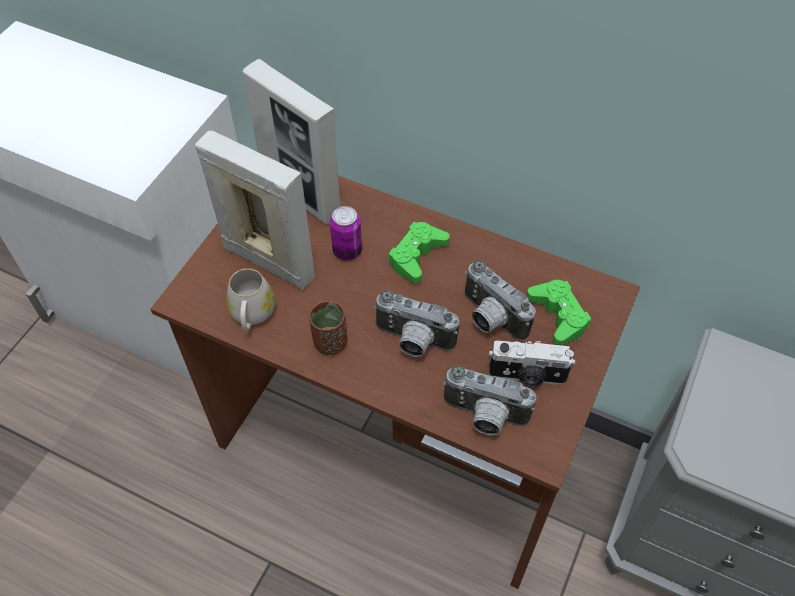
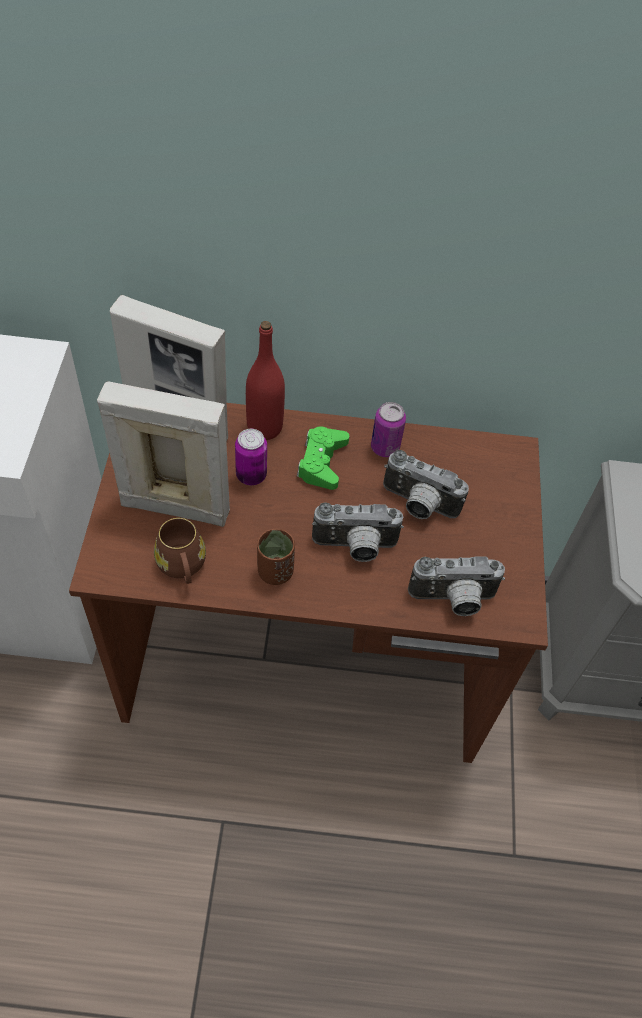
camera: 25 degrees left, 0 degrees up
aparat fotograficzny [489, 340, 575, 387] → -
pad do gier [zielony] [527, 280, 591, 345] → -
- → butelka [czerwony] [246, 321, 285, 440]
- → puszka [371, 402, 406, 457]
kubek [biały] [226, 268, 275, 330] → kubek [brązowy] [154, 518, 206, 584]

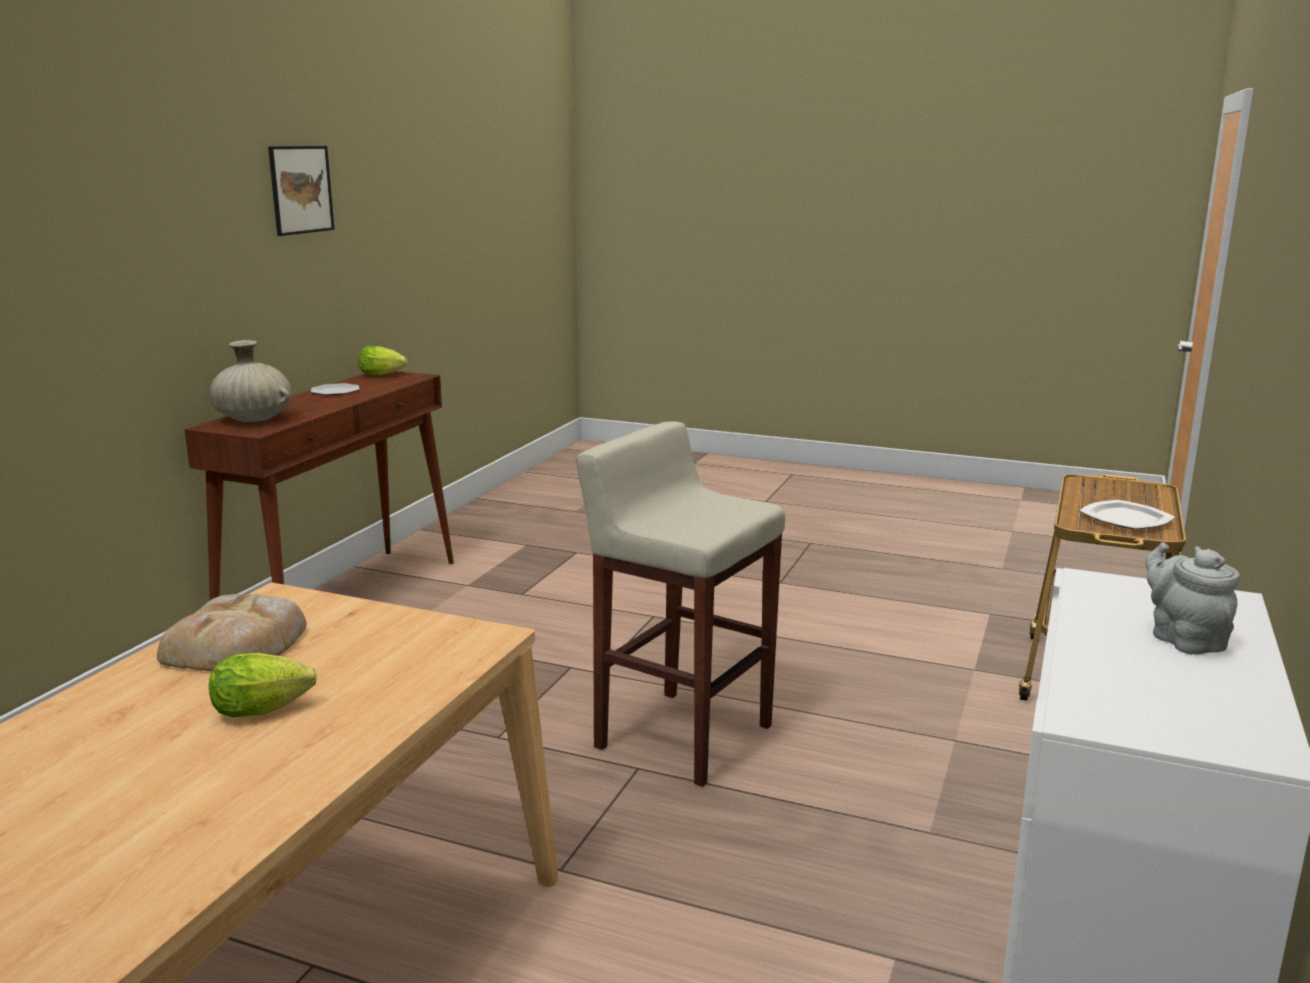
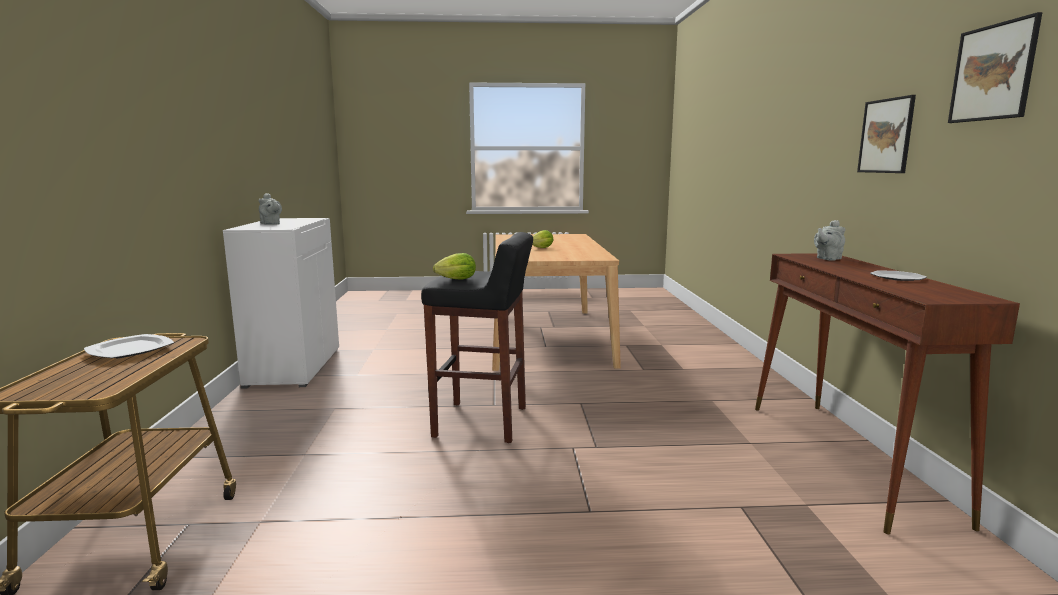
camera: 155 degrees right, 5 degrees down
chleb [157, 594, 307, 671] → -
- → obraz [857, 95, 916, 173]
sałata [358, 346, 407, 376] → sałata [433, 253, 476, 279], relocated
wazon [beżowy] [210, 340, 292, 422] → imbryk [szary] [814, 220, 846, 261]
stołek [beżowy] [576, 421, 785, 787] → stołek [czarny] [421, 232, 533, 443]

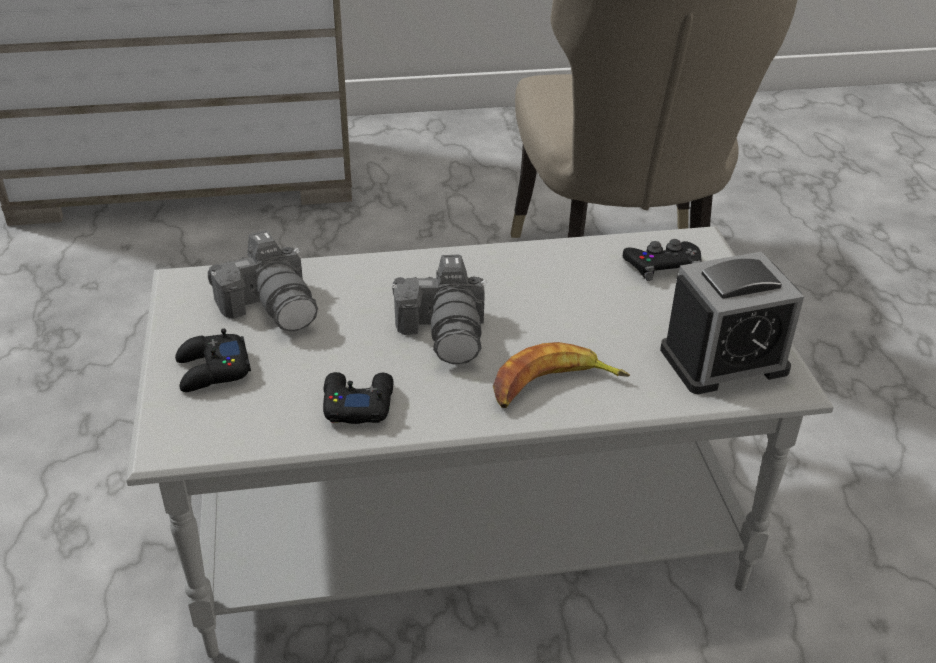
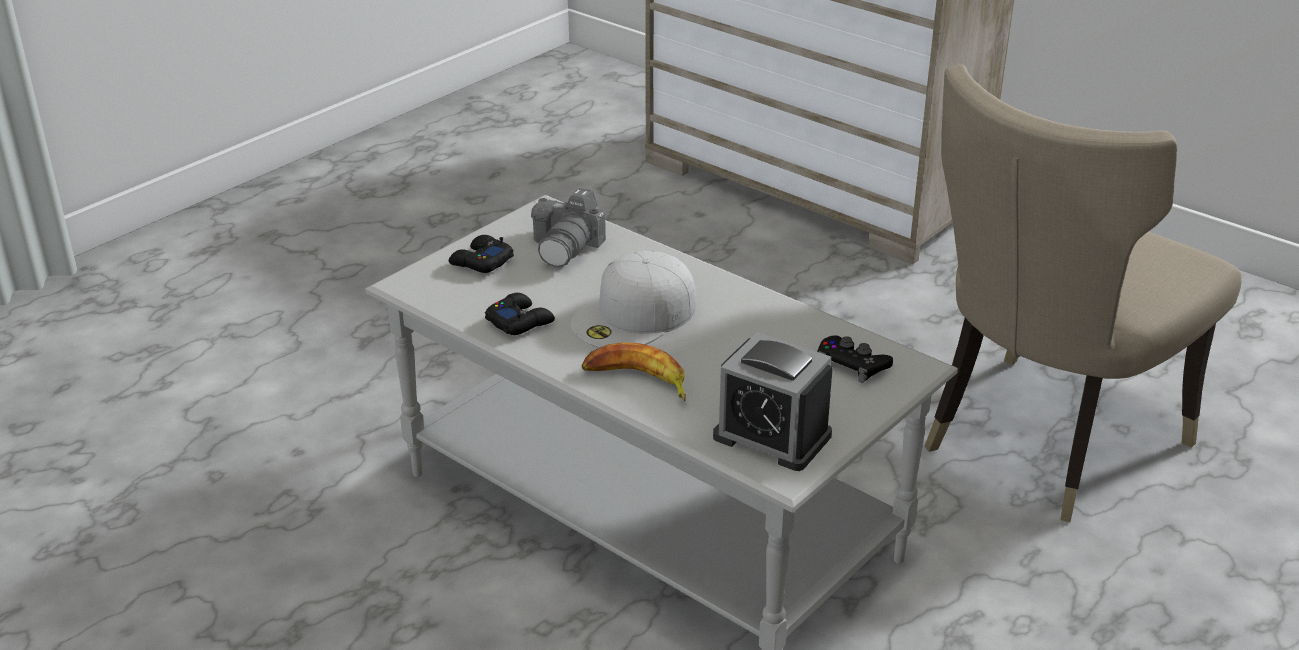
camera: 50 degrees right, 5 degrees down
aparat fotograficzny [392, 255, 487, 364] → czapka z daszkiem [biały] [571, 251, 697, 348]

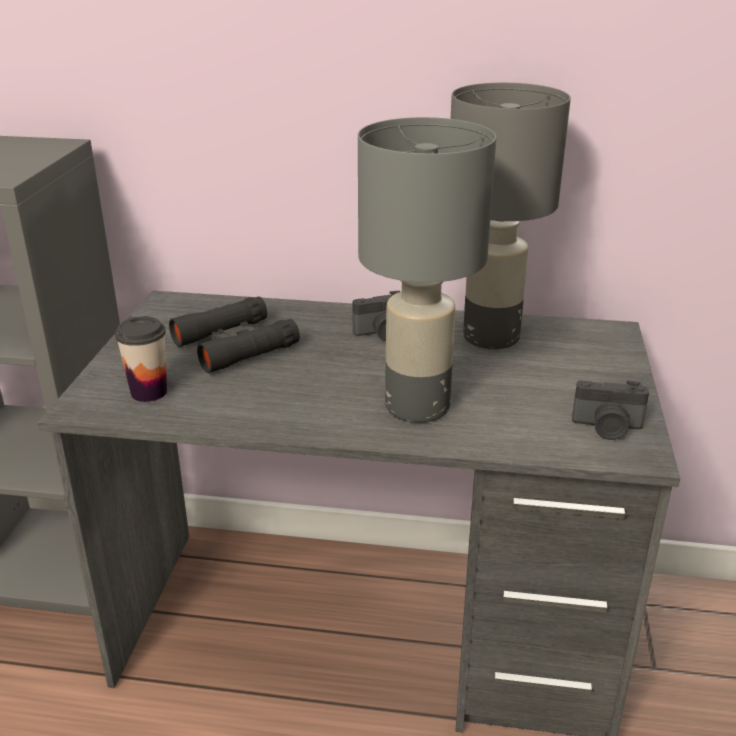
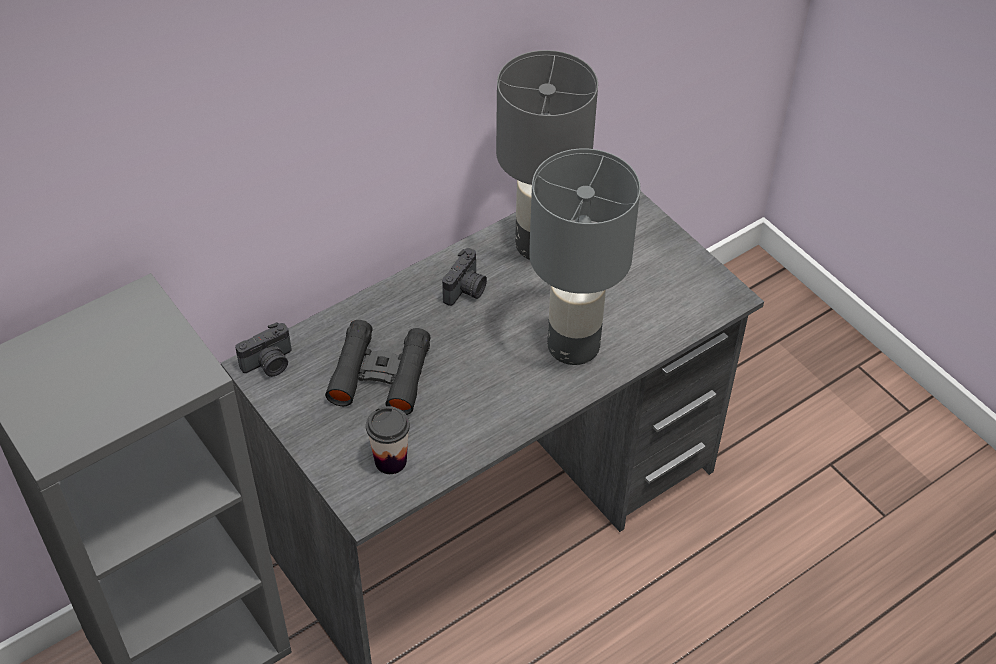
camera: 45 degrees left, 20 degrees up
aparat fotograficzny [572, 380, 649, 440] → aparat fotograficzny [235, 322, 292, 377], relocated

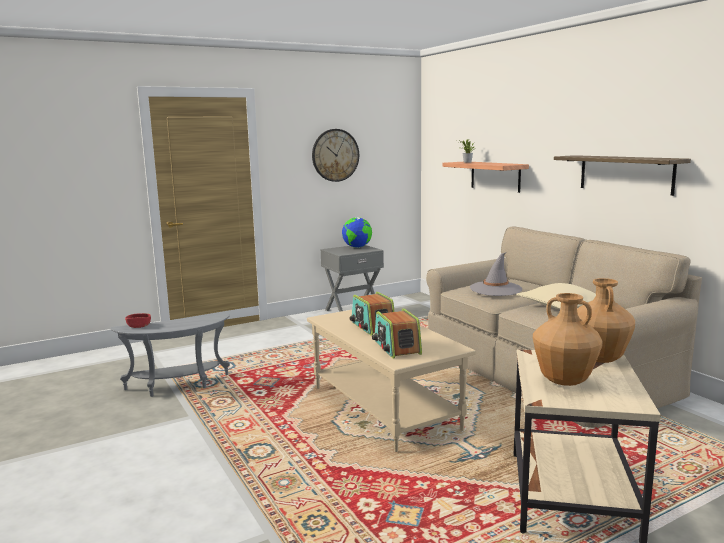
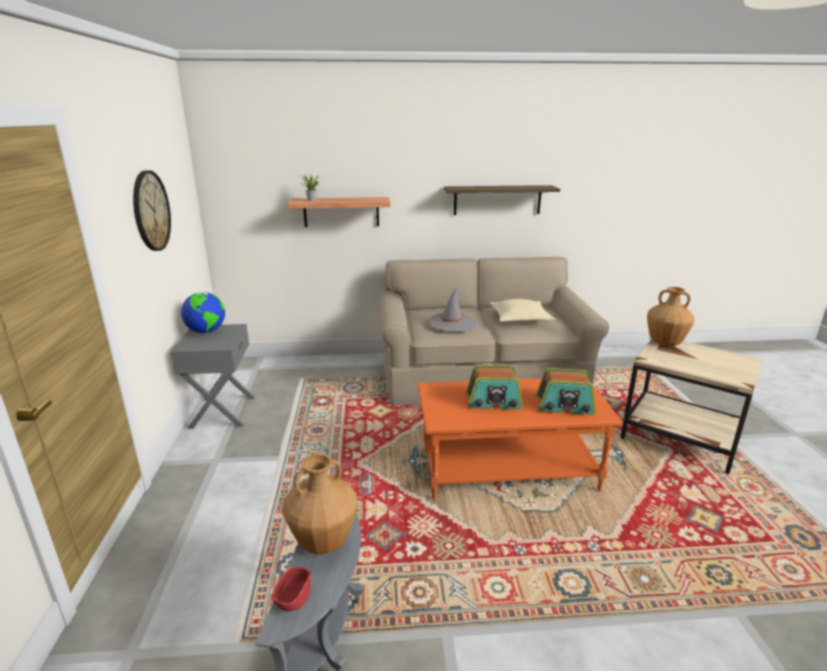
camera: 65 degrees left, 10 degrees up
wazon [brązowy] [533, 293, 603, 386] → wazon [brązowy] [282, 454, 357, 554], relocated
ława [beżowy] [307, 310, 476, 452] → ława [pomarańczowy] [418, 378, 623, 500]

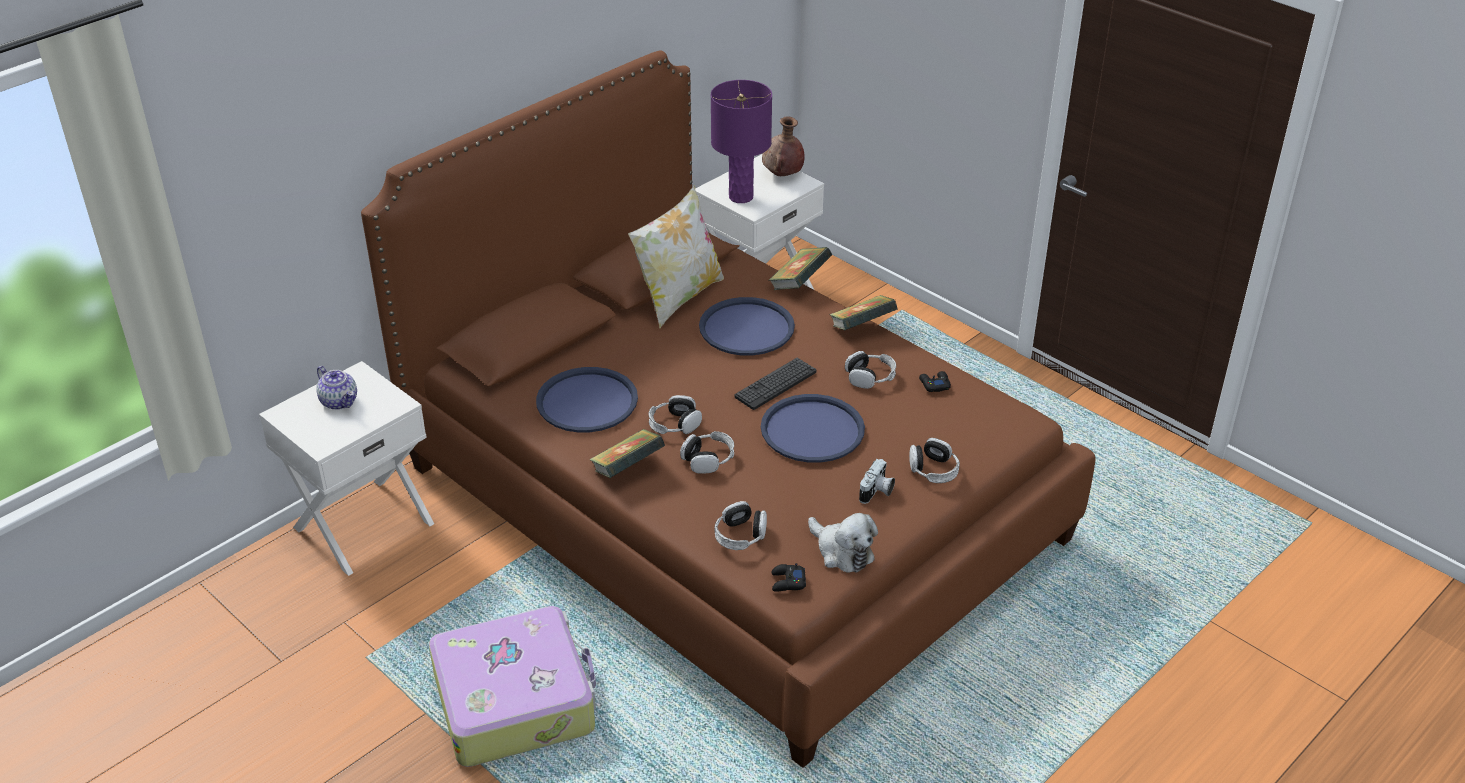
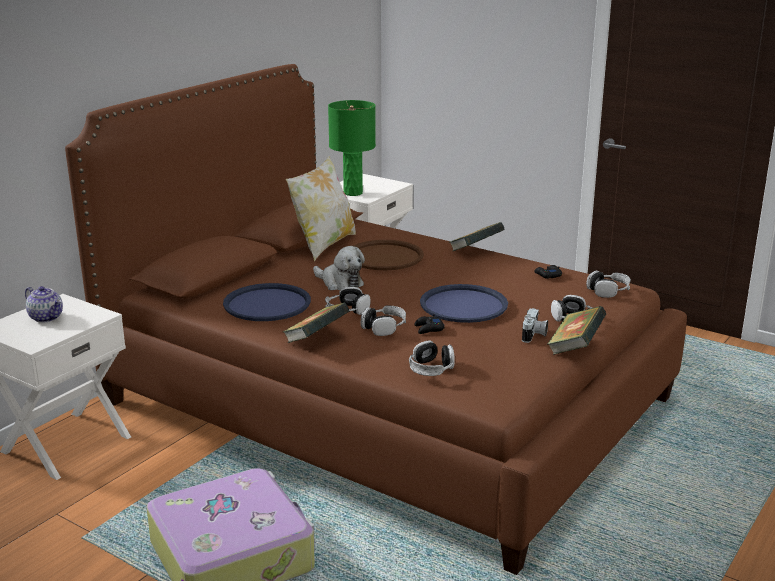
camera: 10 degrees left, 15 degrees down
klawiatura [735, 358, 816, 410] → -
wazon [brązowy] [762, 116, 805, 176] → -
książka [768, 247, 832, 290] → książka [547, 306, 606, 355], relocated
pad do gier [czarny] [772, 563, 806, 592] → pad do gier [czarny] [414, 314, 445, 334], relocated
pluszak [808, 513, 878, 573] → pluszak [313, 246, 365, 291], relocated
słuchawki [845, 351, 896, 389] → słuchawki [586, 271, 631, 298], relocated
taca [niebieski] [699, 297, 795, 355] → taca [brązowy] [353, 240, 424, 270]
lampa stołowa [fioletowy] [711, 80, 772, 203] → lampa stołowa [zielony] [328, 100, 376, 196]

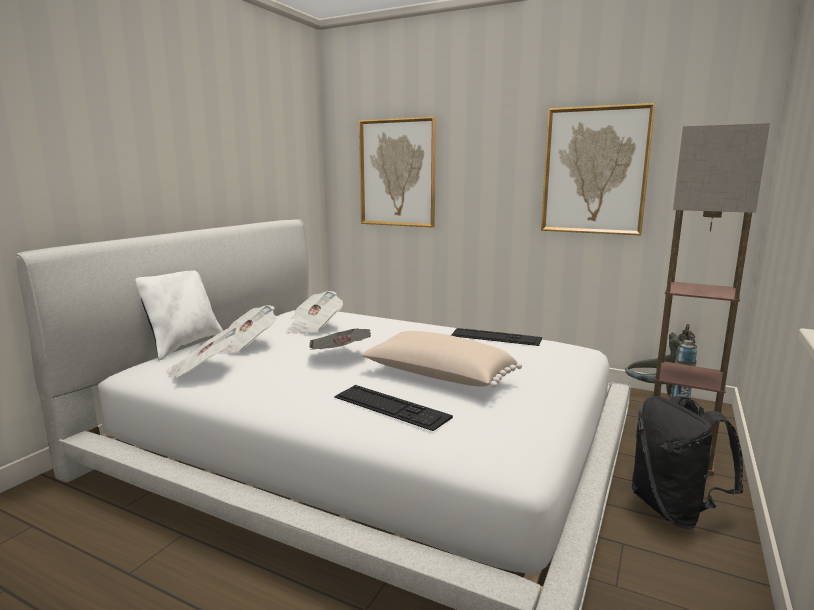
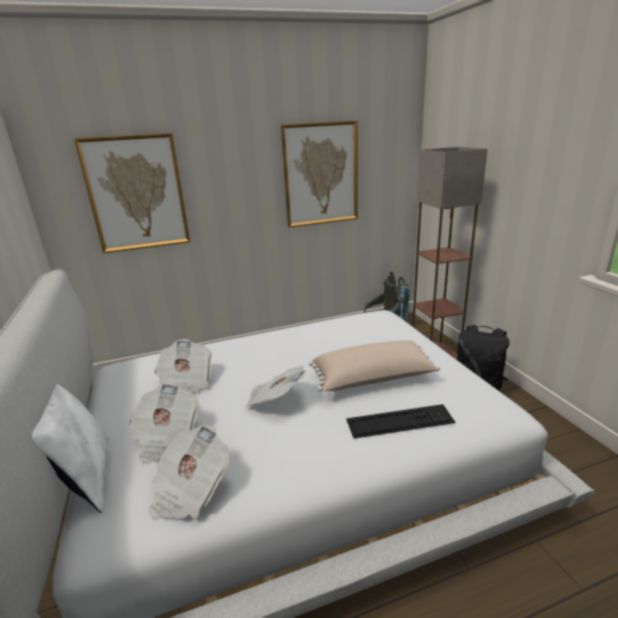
camera: 45 degrees left, 10 degrees up
klawiatura [451, 328, 542, 346] → -

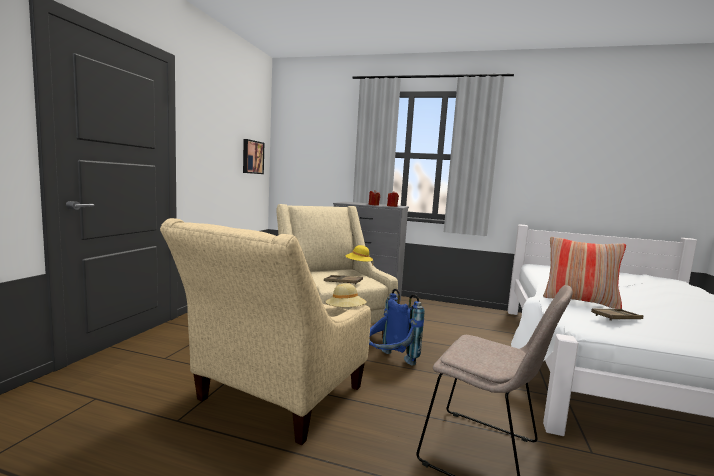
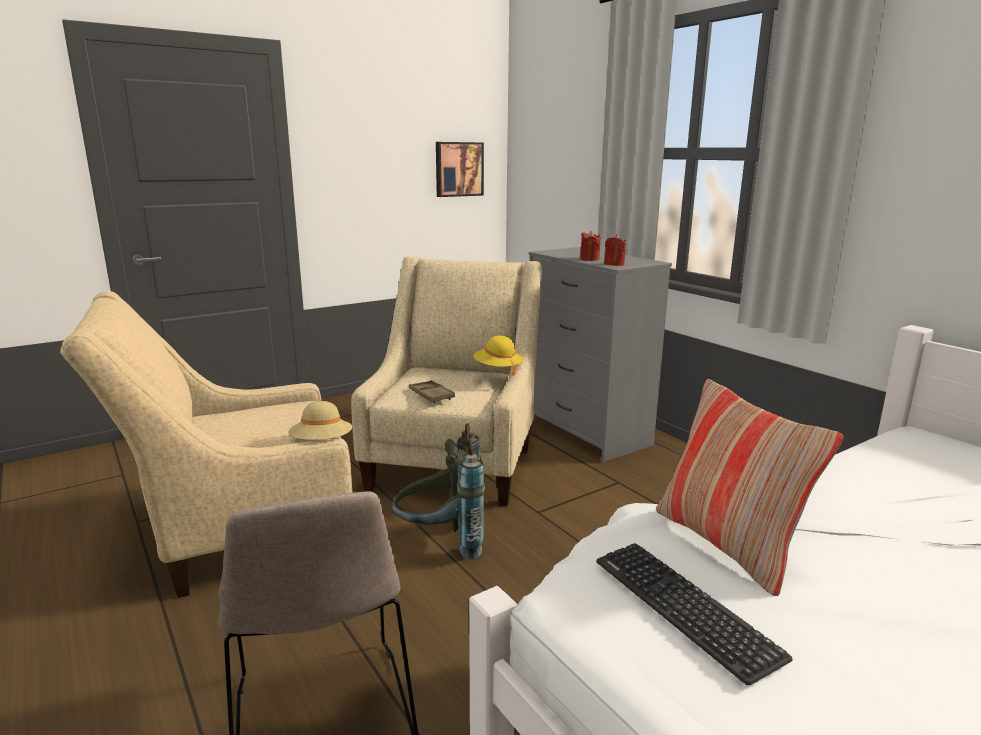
camera: 40 degrees right, 10 degrees up
taca [brązowy] [591, 308, 643, 321] → klawiatura [596, 543, 792, 685]
plecak [niebieski] [369, 289, 424, 365] → plecak [szary] [392, 423, 485, 559]

